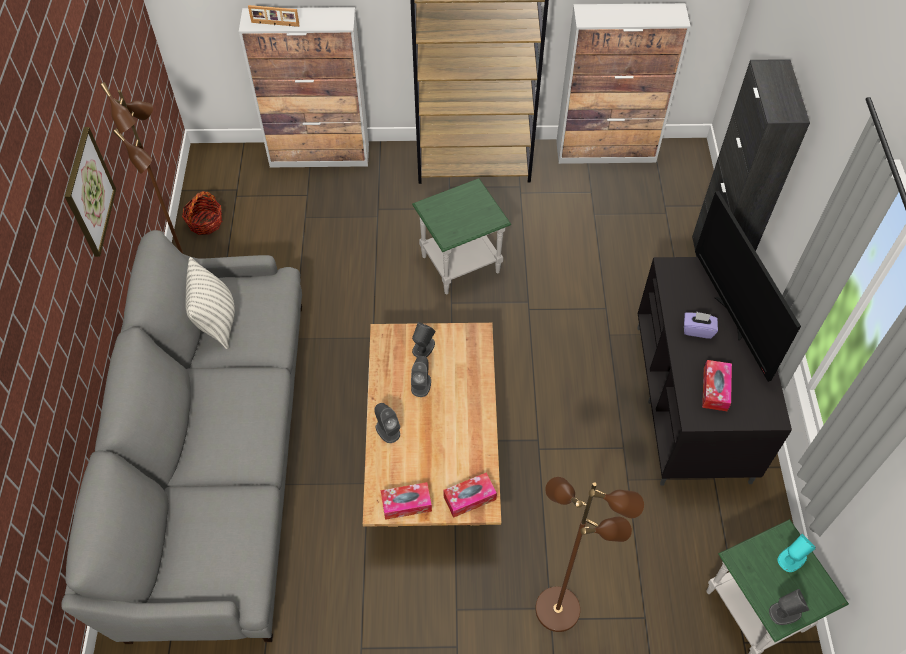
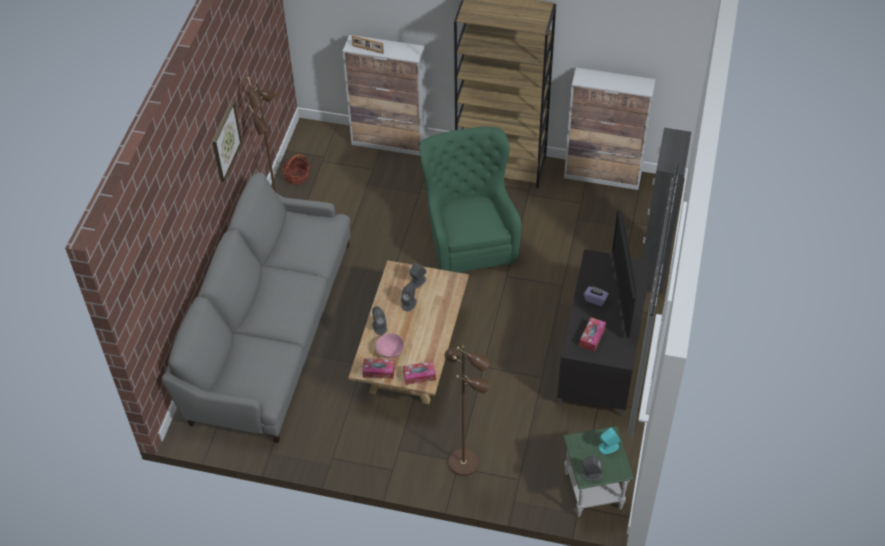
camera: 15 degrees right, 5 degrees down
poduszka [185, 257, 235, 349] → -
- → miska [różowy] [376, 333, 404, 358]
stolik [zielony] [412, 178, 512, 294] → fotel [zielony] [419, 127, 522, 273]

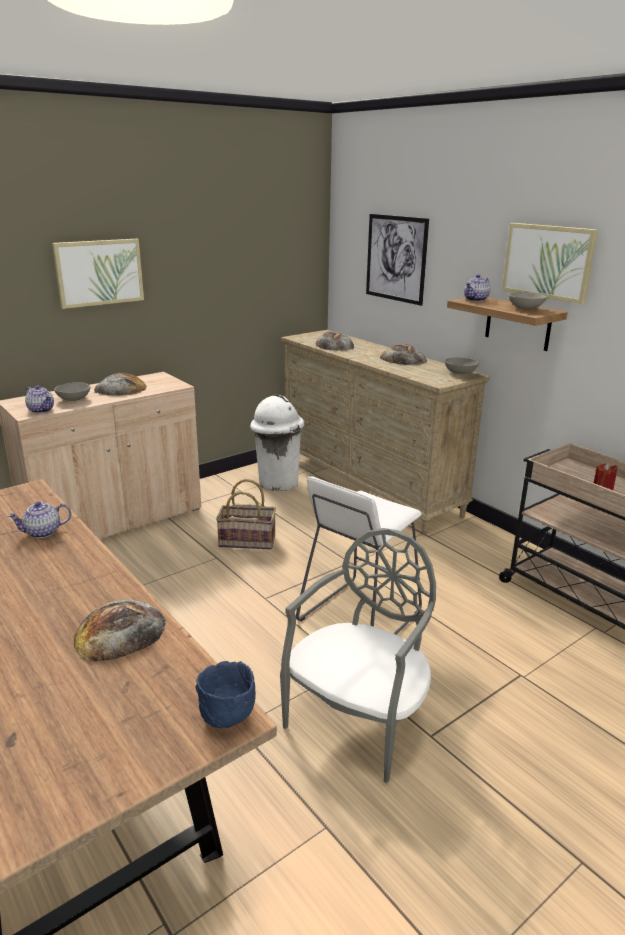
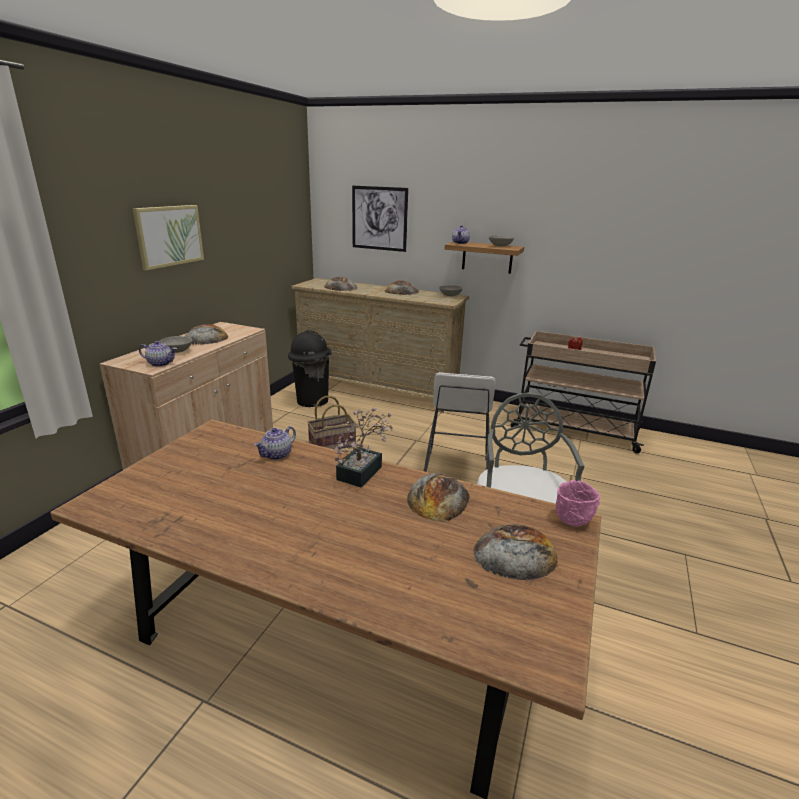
camera: 30 degrees left, 0 degrees up
obraz [502, 223, 598, 304] → -
- → roślina doniczkowa [335, 407, 393, 487]
- → chleb [473, 524, 558, 580]
miska [niebieski] [195, 661, 256, 728] → miska [różowy] [556, 480, 600, 527]
kosz na śmieci [biały] [250, 394, 305, 491] → kosz na śmieci [czarny] [288, 330, 332, 407]

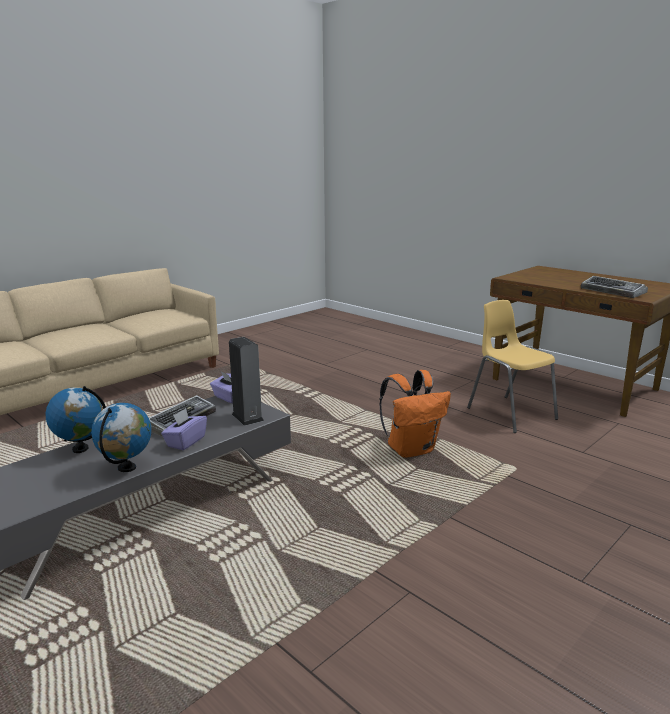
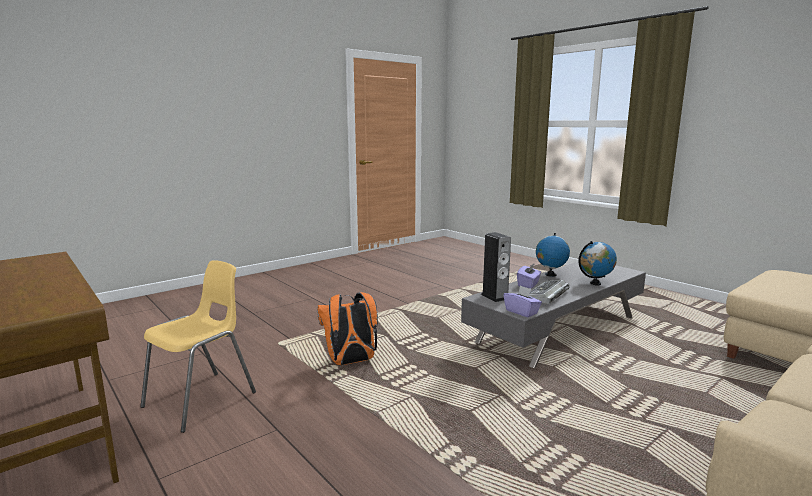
camera: 175 degrees left, 5 degrees down
klawiatura [581, 276, 648, 298] → -
krzesło [żółty] [467, 300, 558, 433] → krzesło [żółty] [140, 260, 256, 433], 120 degrees counterclockwise

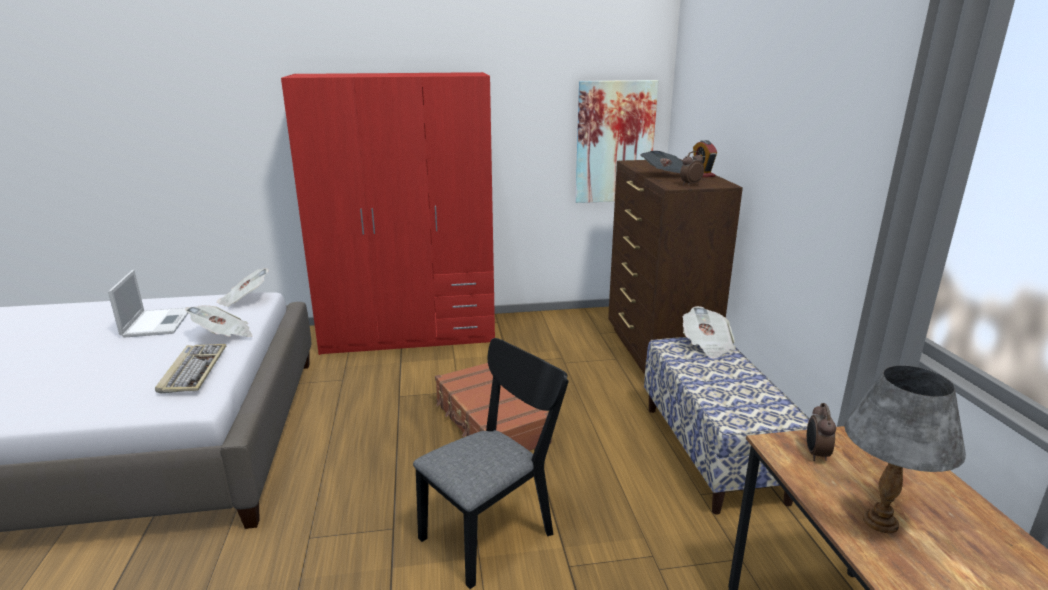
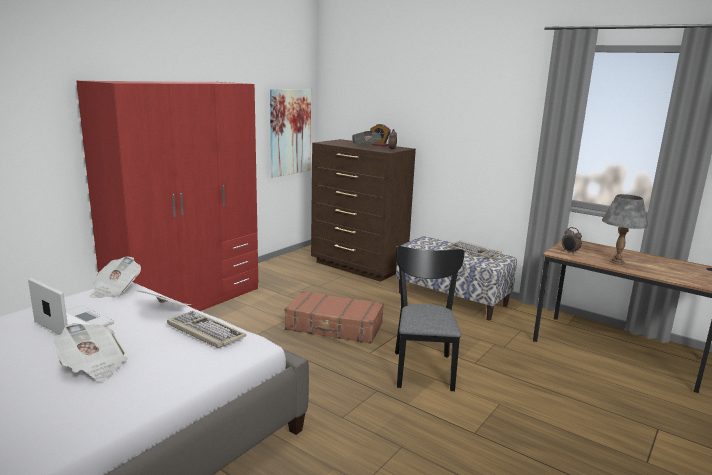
camera: 45 degrees left, 5 degrees down
- → klawiatura [448, 240, 502, 259]
gazeta [683, 306, 736, 359] → gazeta [54, 323, 128, 381], relocated

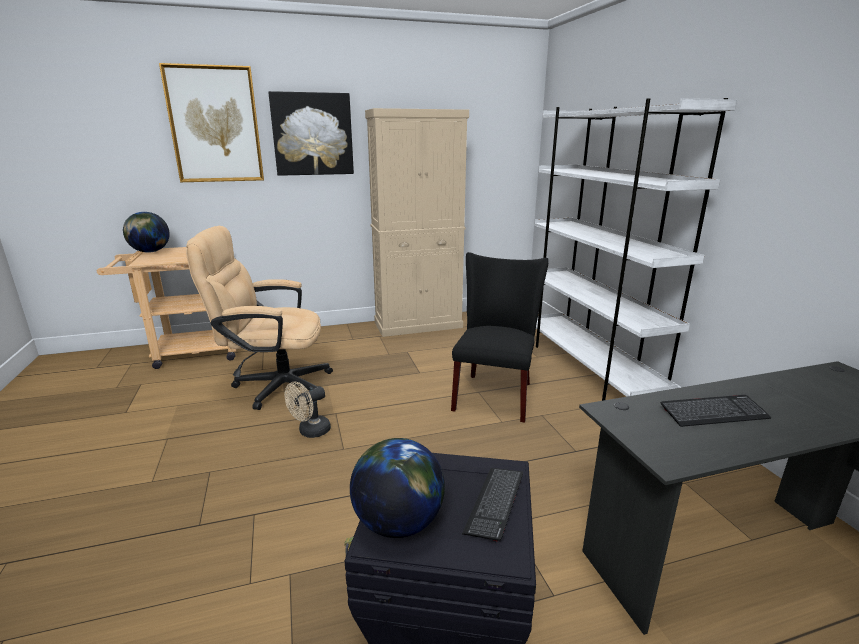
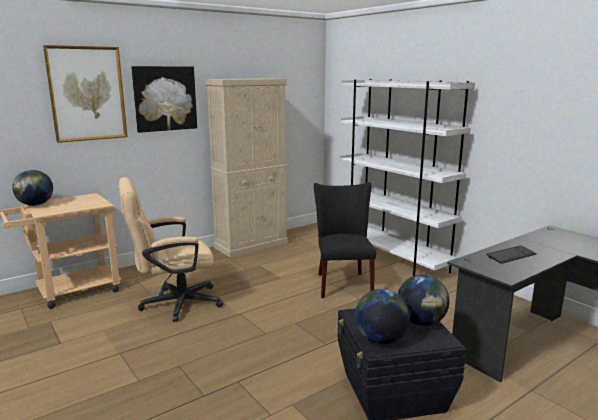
camera: 20 degrees left, 5 degrees down
wentylator [beżowy] [284, 382, 331, 438] → -
klawiatura [462, 468, 523, 542] → globus [398, 274, 449, 326]

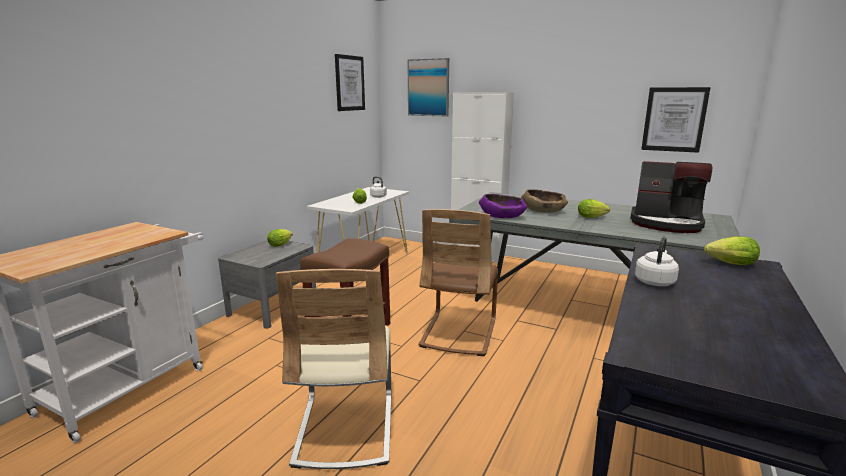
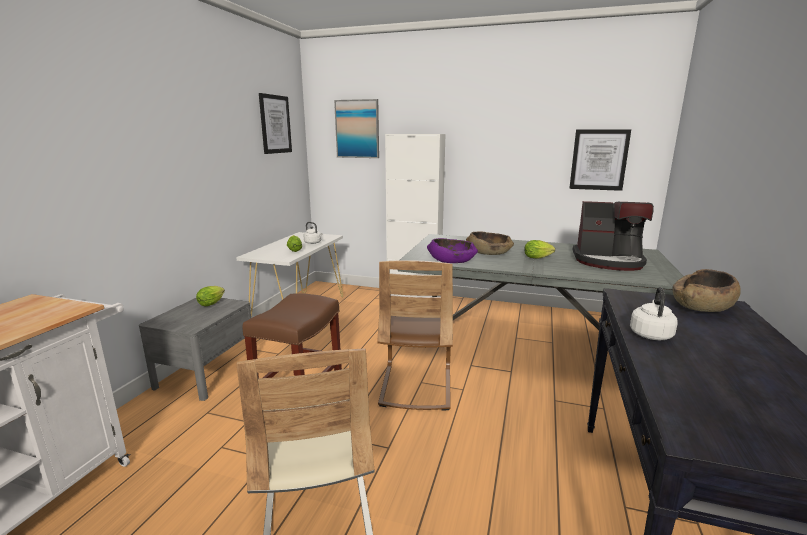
camera: 10 degrees left, 0 degrees up
sałata [704, 236, 760, 265] → miska [brązowy] [672, 269, 741, 312]

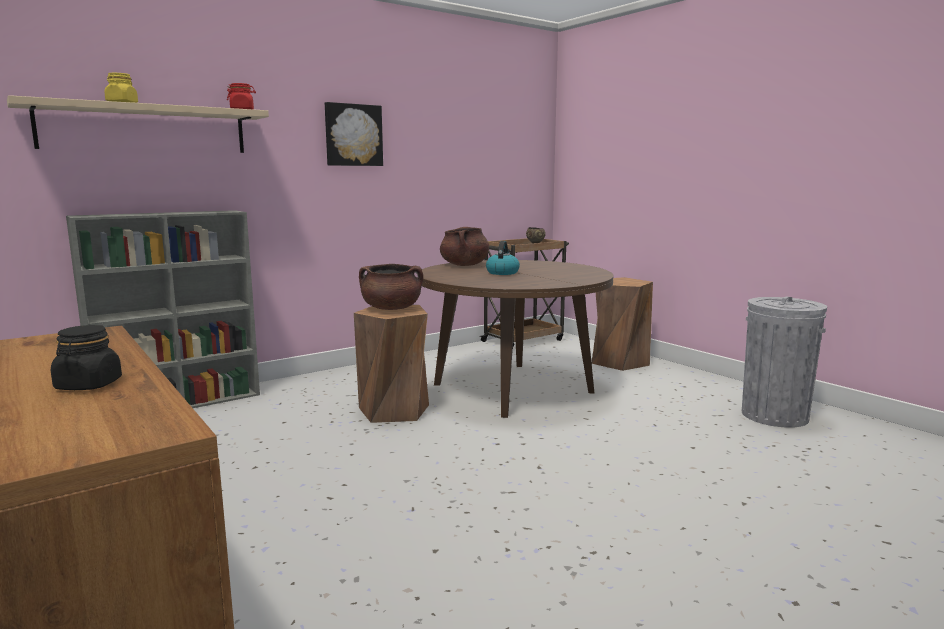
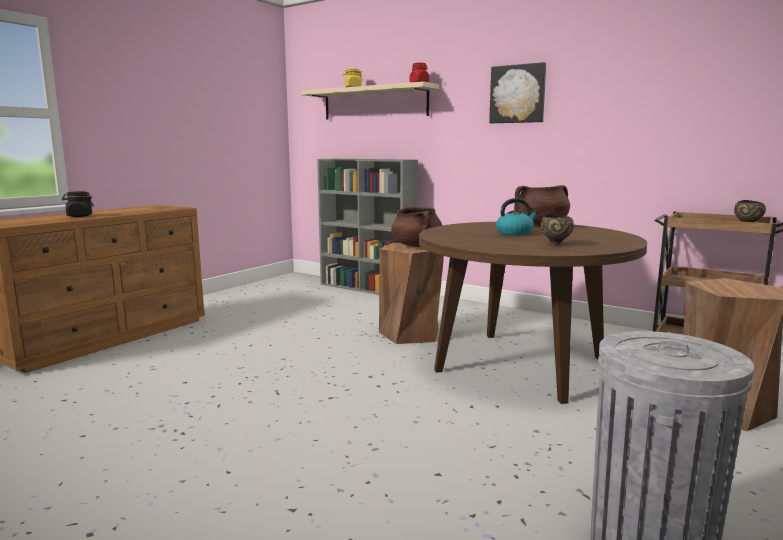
camera: 70 degrees right, 0 degrees up
- → miska [brązowy] [541, 214, 574, 246]

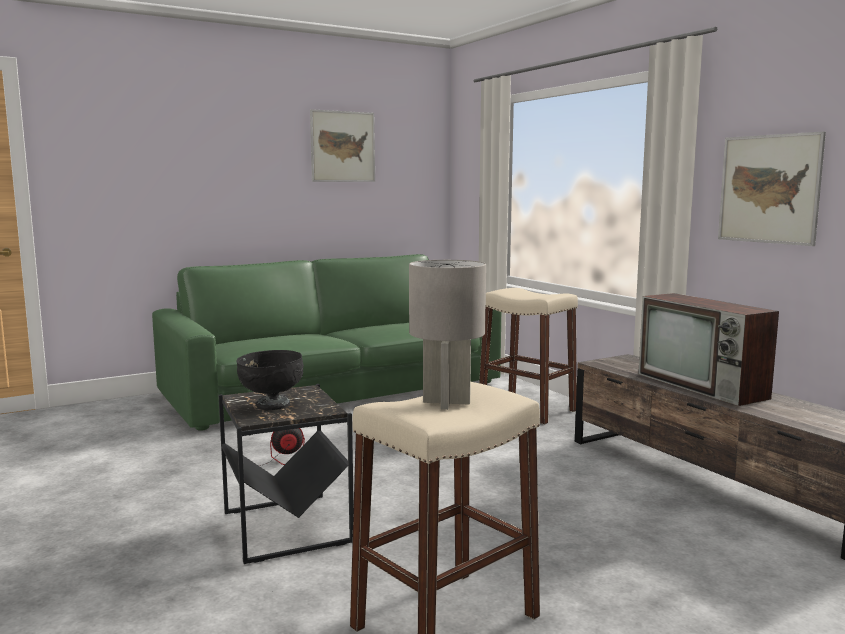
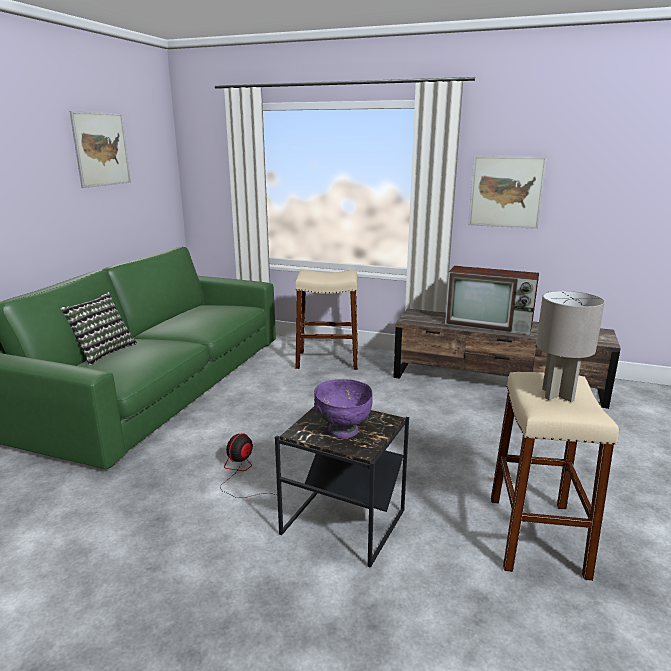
camera: 40 degrees left, 10 degrees up
- → poduszka [60, 291, 137, 365]
miska [czarny] [236, 350, 304, 410] → miska [fioletowy] [314, 379, 373, 438]

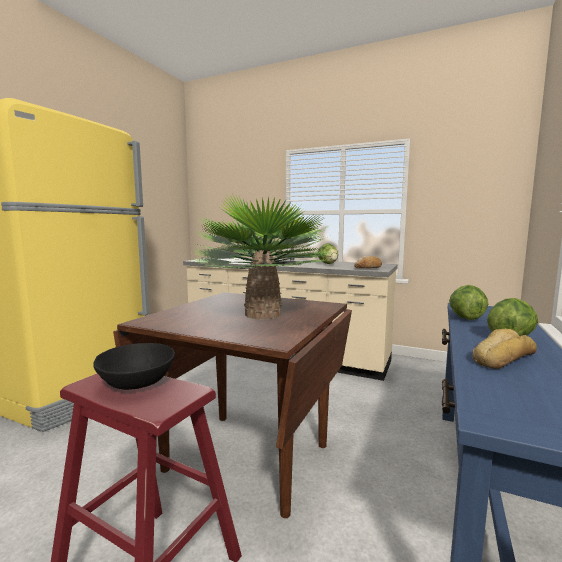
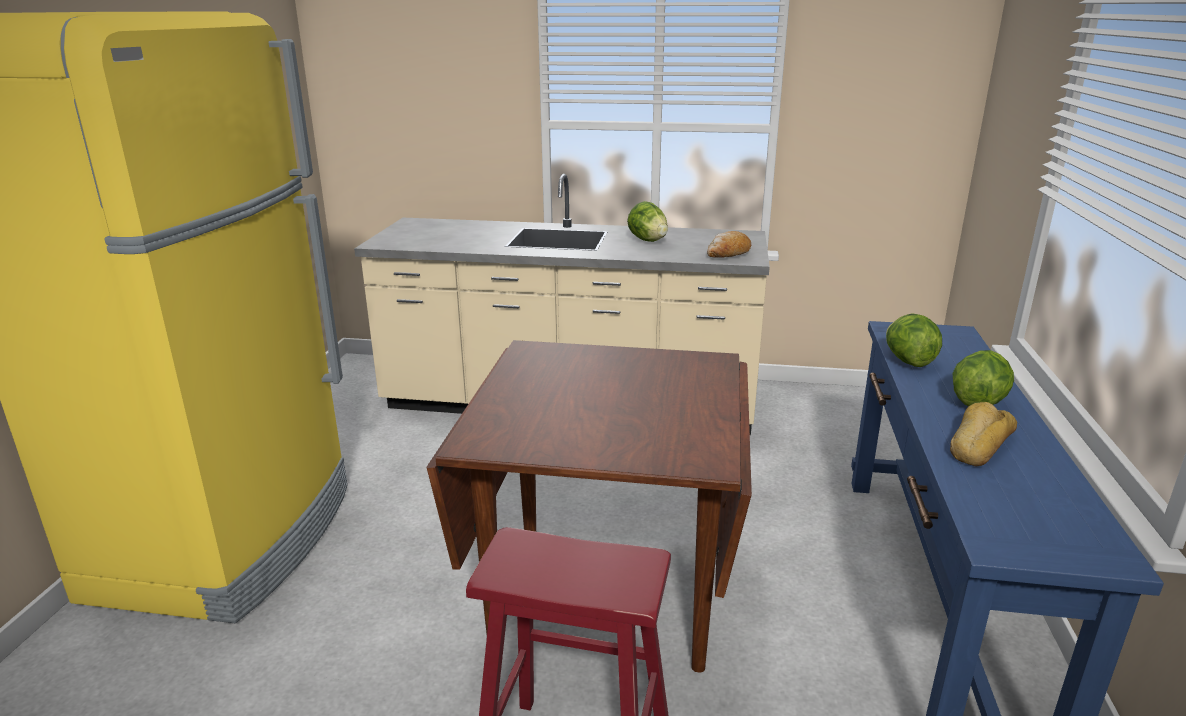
camera: 15 degrees left, 15 degrees up
miska [czarny] [93, 343, 175, 390] → -
roślina doniczkowa [192, 194, 333, 320] → -

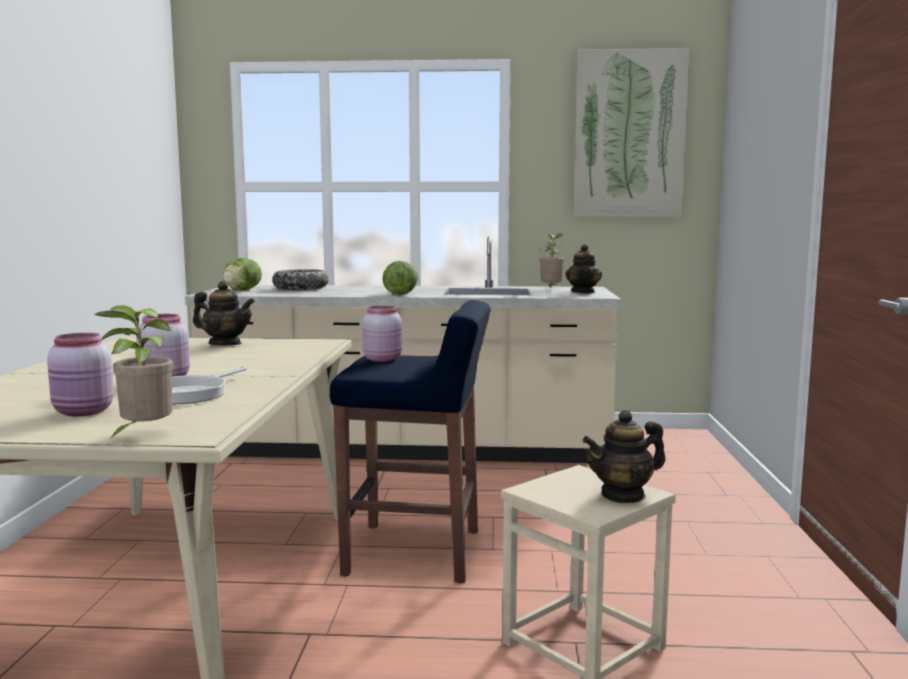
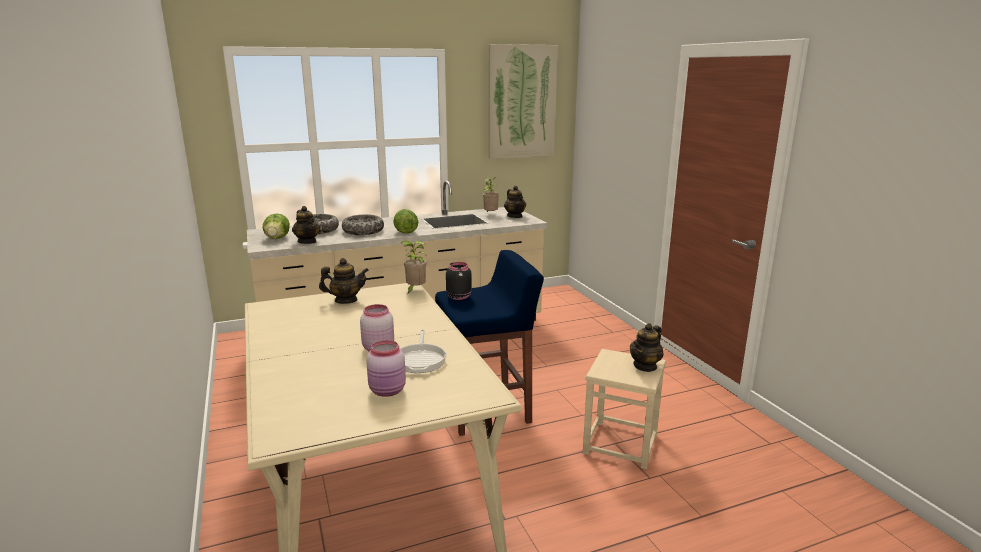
camera: 25 degrees left, 10 degrees up
- → imbryk [292, 206, 320, 244]
- → miska [342, 214, 384, 235]
roślina doniczkowa [94, 305, 173, 440] → roślina doniczkowa [401, 241, 426, 293], relocated
słoik [różowy] [362, 306, 402, 362] → słoik [czarny] [446, 262, 472, 300]

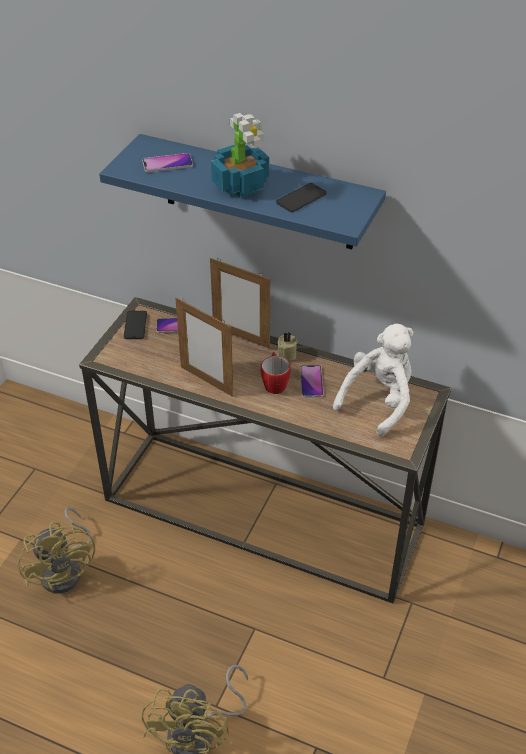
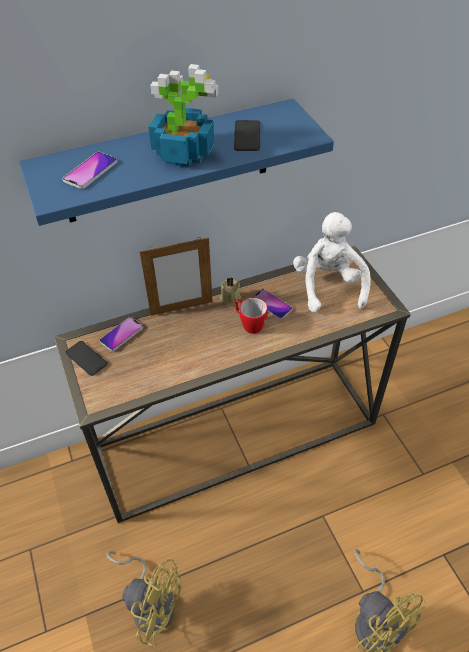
camera: 45 degrees left, 5 degrees up
ramka na zdjęcie [175, 298, 233, 397] → -

